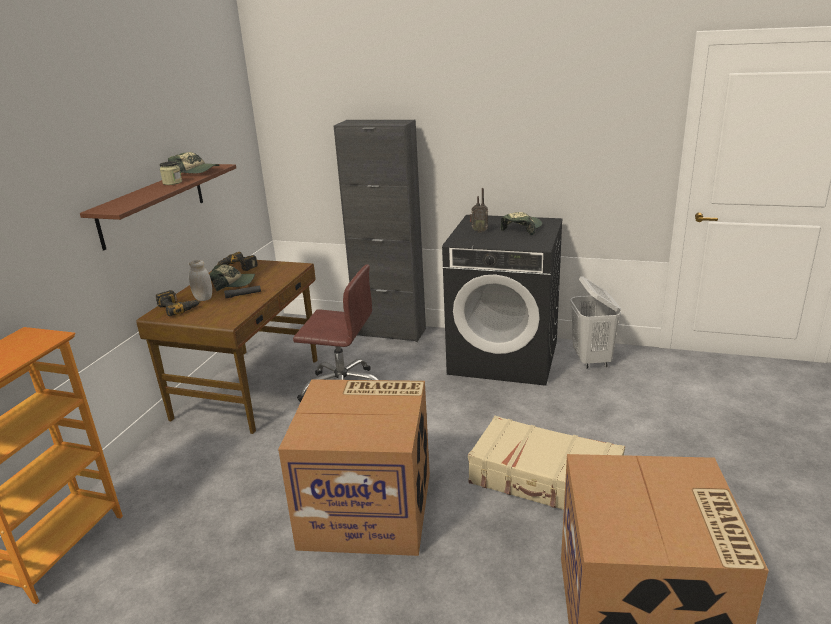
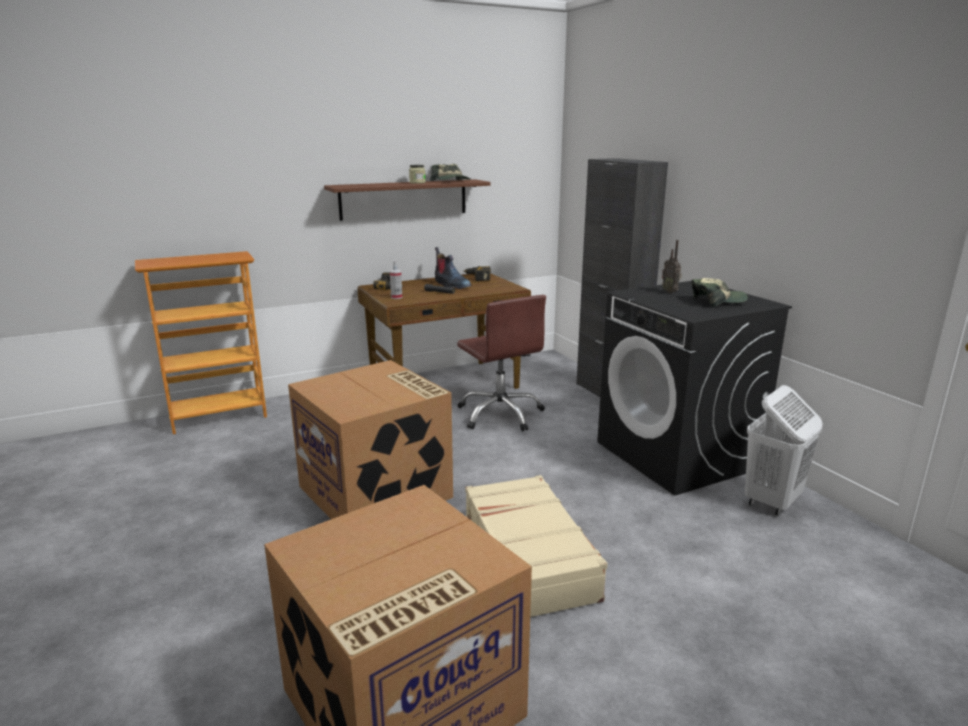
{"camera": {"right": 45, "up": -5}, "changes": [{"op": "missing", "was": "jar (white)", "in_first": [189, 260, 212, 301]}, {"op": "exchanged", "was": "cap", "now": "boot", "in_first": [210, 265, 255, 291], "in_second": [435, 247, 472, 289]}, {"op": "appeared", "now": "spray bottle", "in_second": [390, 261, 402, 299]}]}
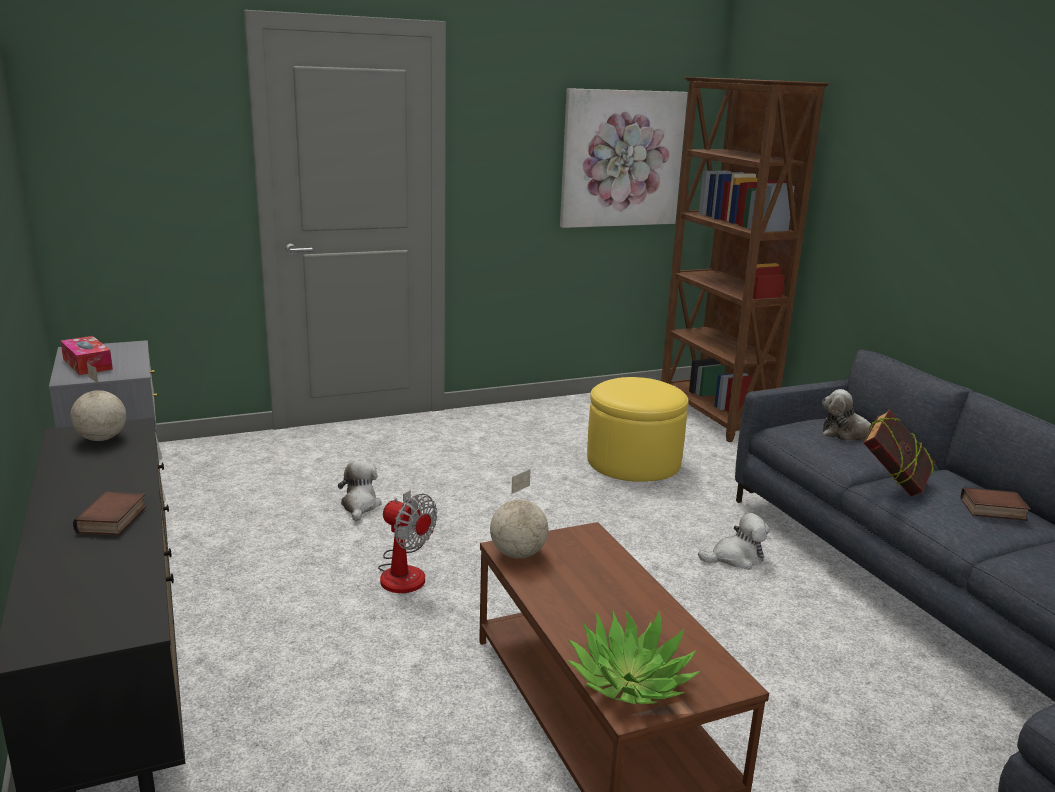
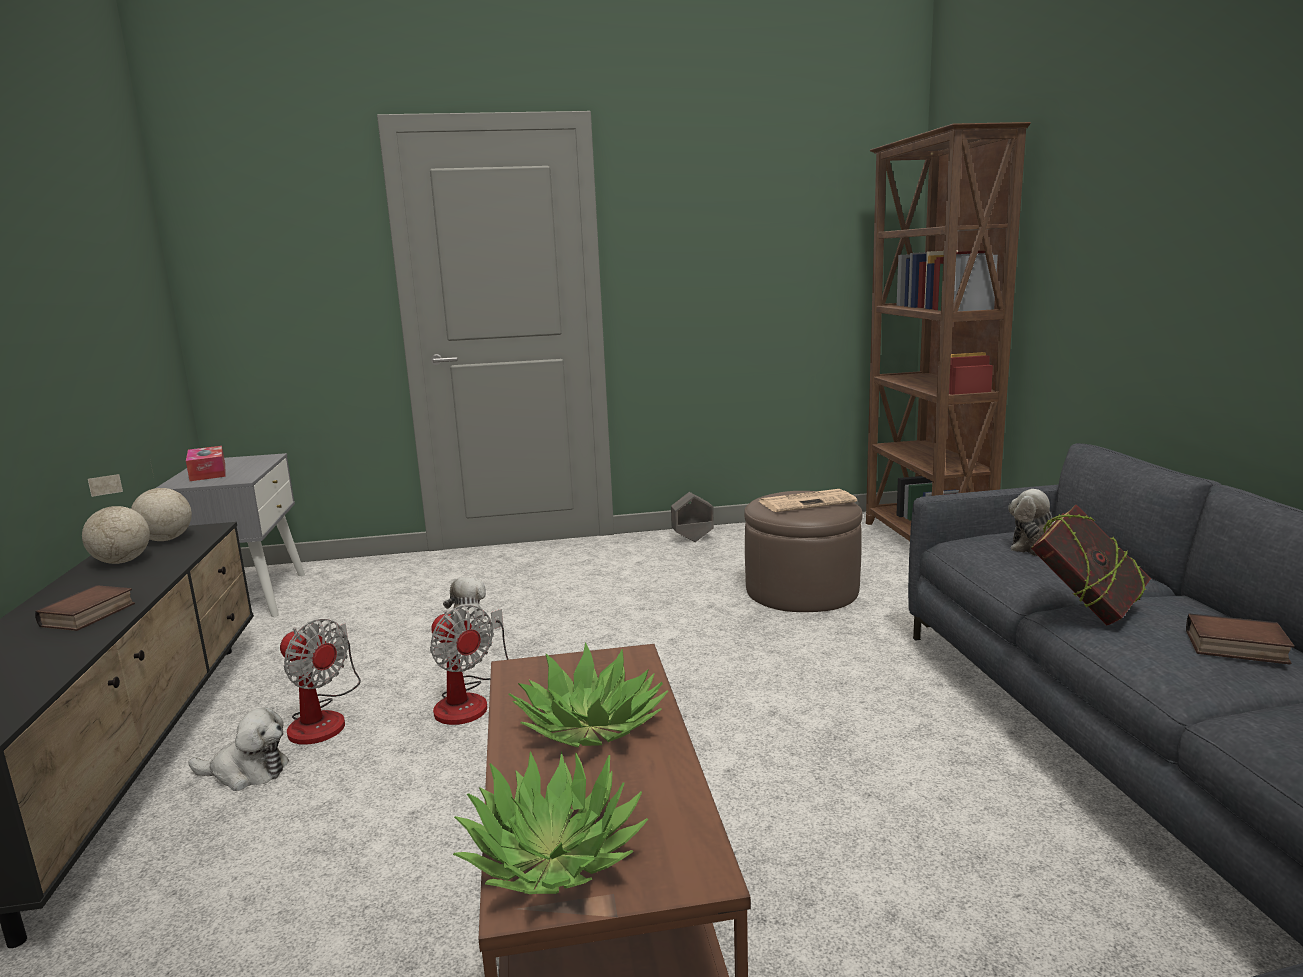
{"camera": {"right": 15, "up": -5}, "changes": [{"op": "relocated", "was": "globe", "in_first": [490, 469, 548, 559], "in_second": [82, 474, 150, 564]}, {"op": "missing", "was": "picture", "in_first": [560, 88, 688, 228]}, {"op": "colour", "was": "ottoman (yellow)", "now": "ottoman (brown)", "in_first": [587, 377, 689, 482], "in_second": [744, 491, 862, 612]}, {"op": "relocated", "was": "plush toy", "in_first": [698, 513, 770, 570], "in_second": [188, 707, 289, 791]}, {"op": "appeared", "now": "fan", "in_second": [280, 619, 361, 745]}, {"op": "appeared", "now": "potted plant", "in_second": [508, 642, 668, 747]}, {"op": "appeared", "now": "planter (grey)", "in_second": [671, 492, 714, 542]}, {"op": "appeared", "now": "newspaper", "in_second": [759, 489, 857, 512]}]}
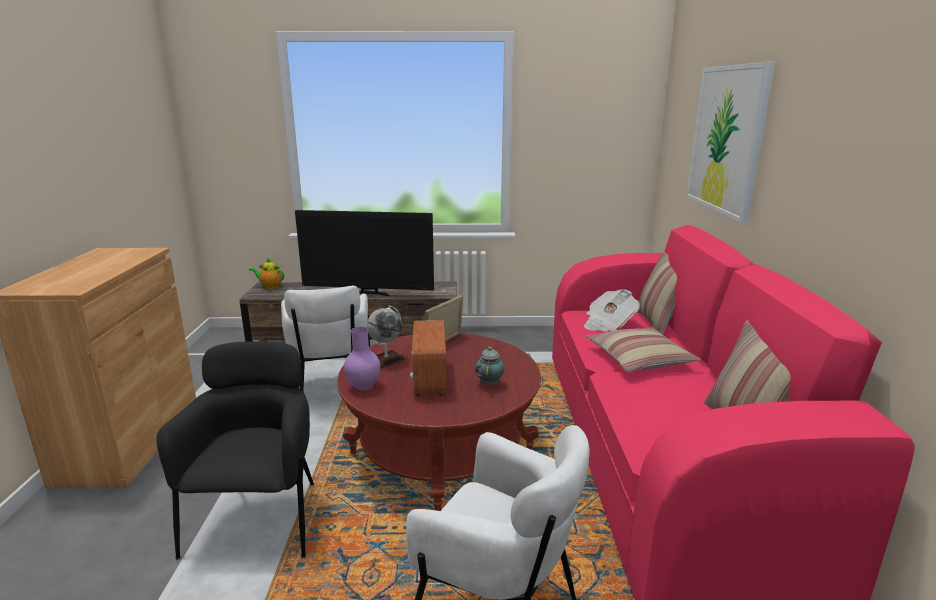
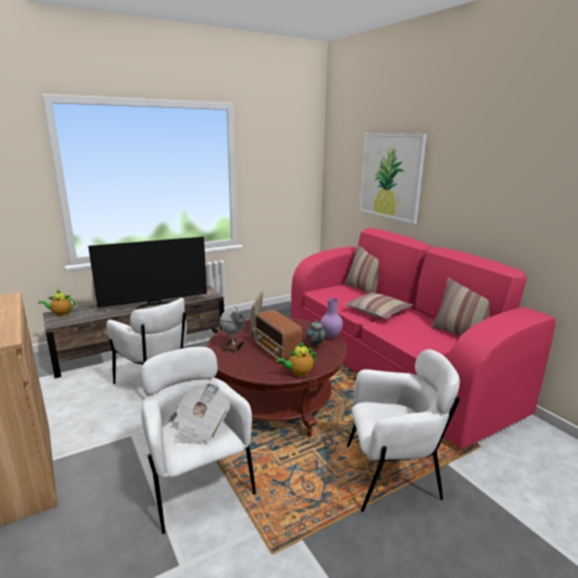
{"camera": {"right": -30, "up": 0}, "changes": [{"op": "colour", "was": "armchair (black)", "now": "armchair (white)", "in_first": [156, 341, 314, 560], "in_second": [141, 347, 256, 534]}, {"op": "relocated", "was": "vase (purple)", "in_first": [344, 327, 380, 390], "in_second": [320, 298, 343, 338]}, {"op": "relocated", "was": "newspaper", "in_first": [584, 289, 640, 332], "in_second": [174, 383, 230, 444]}, {"op": "appeared", "now": "teapot", "in_second": [276, 341, 317, 377]}]}
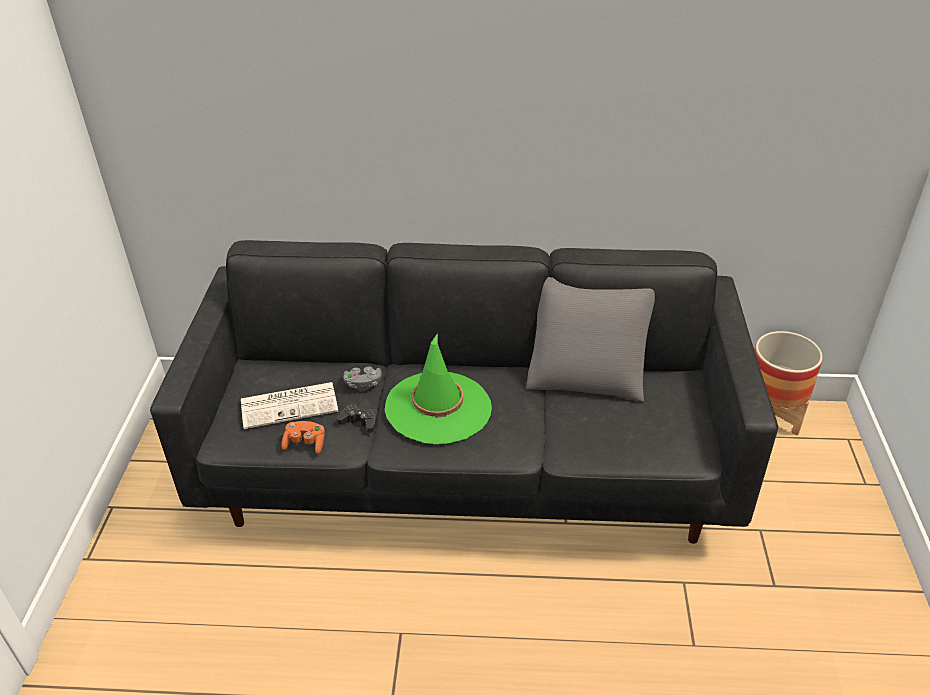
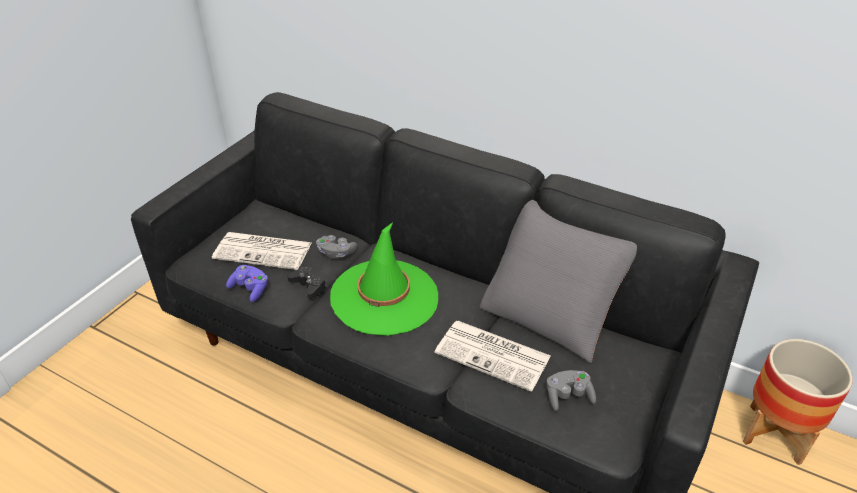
{"camera": {"right": 25, "up": 0}, "changes": [{"op": "colour", "was": "game controller (orange)", "now": "game controller (purple)", "in_first": [281, 421, 325, 455], "in_second": [226, 265, 268, 302]}, {"op": "appeared", "now": "newspaper", "in_second": [435, 321, 551, 392]}, {"op": "appeared", "now": "game controller (grey)", "in_second": [546, 370, 596, 411]}]}
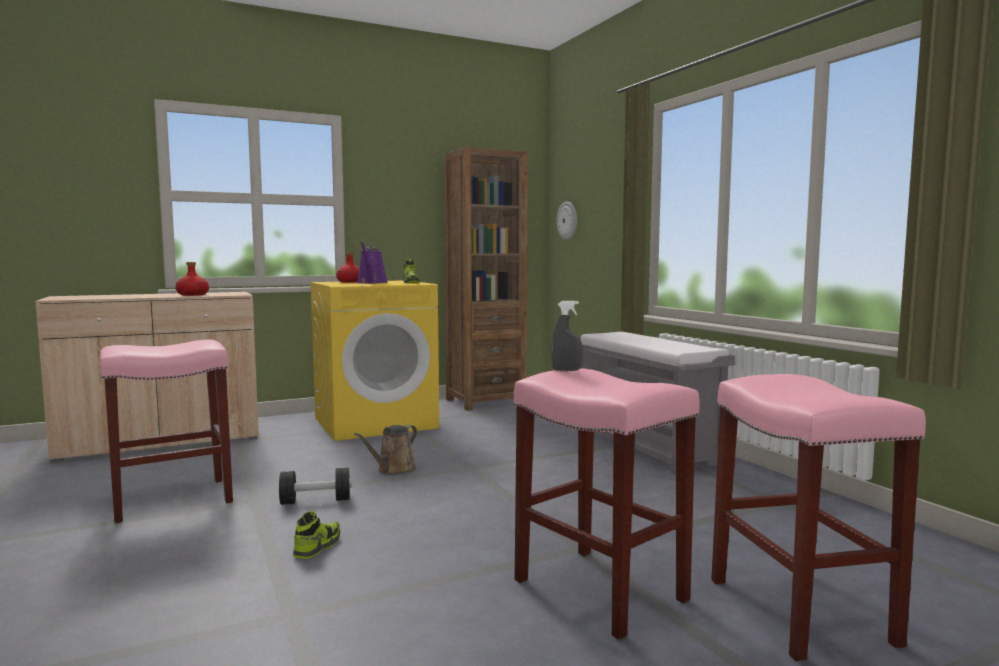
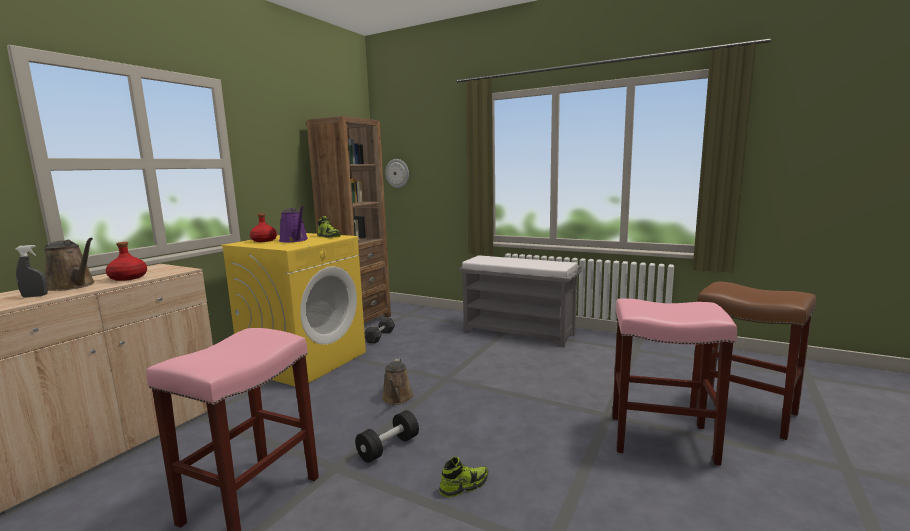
{"camera": {"right": -35, "up": 5}, "changes": [{"op": "spun", "was": "shoe", "in_first": [293, 511, 340, 559], "in_second": [439, 457, 488, 497], "clockwise": 75}, {"op": "relocated", "was": "spray bottle (grey)", "in_first": [551, 301, 582, 371], "in_second": [15, 245, 48, 298]}, {"op": "colour", "was": "stool (pink)", "now": "stool (brown)", "in_first": [711, 374, 926, 661], "in_second": [690, 282, 816, 440]}, {"op": "appeared", "now": "watering can (brown)", "in_second": [44, 238, 95, 291]}, {"op": "appeared", "now": "dumbbell (grey)", "in_second": [365, 317, 395, 344]}]}
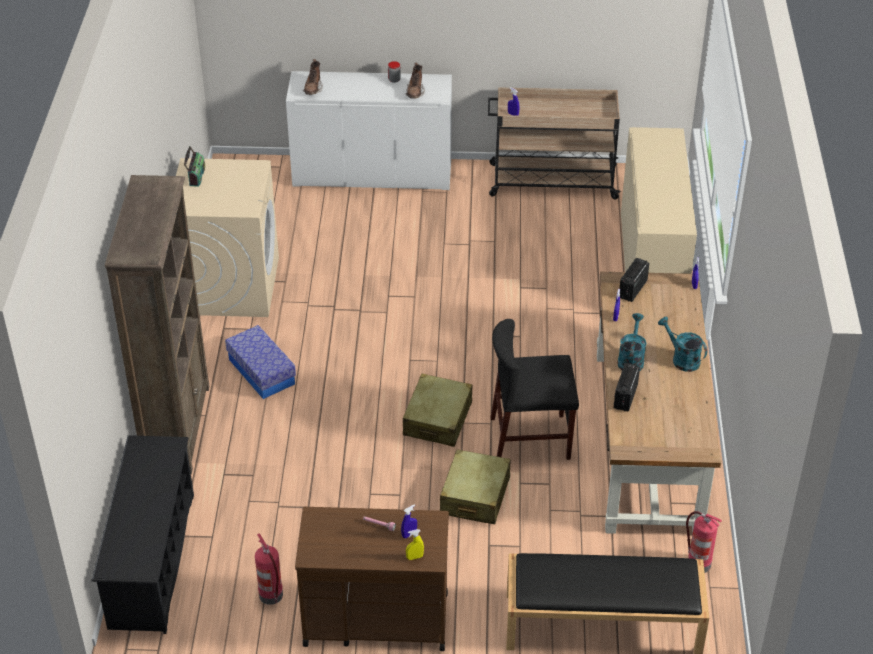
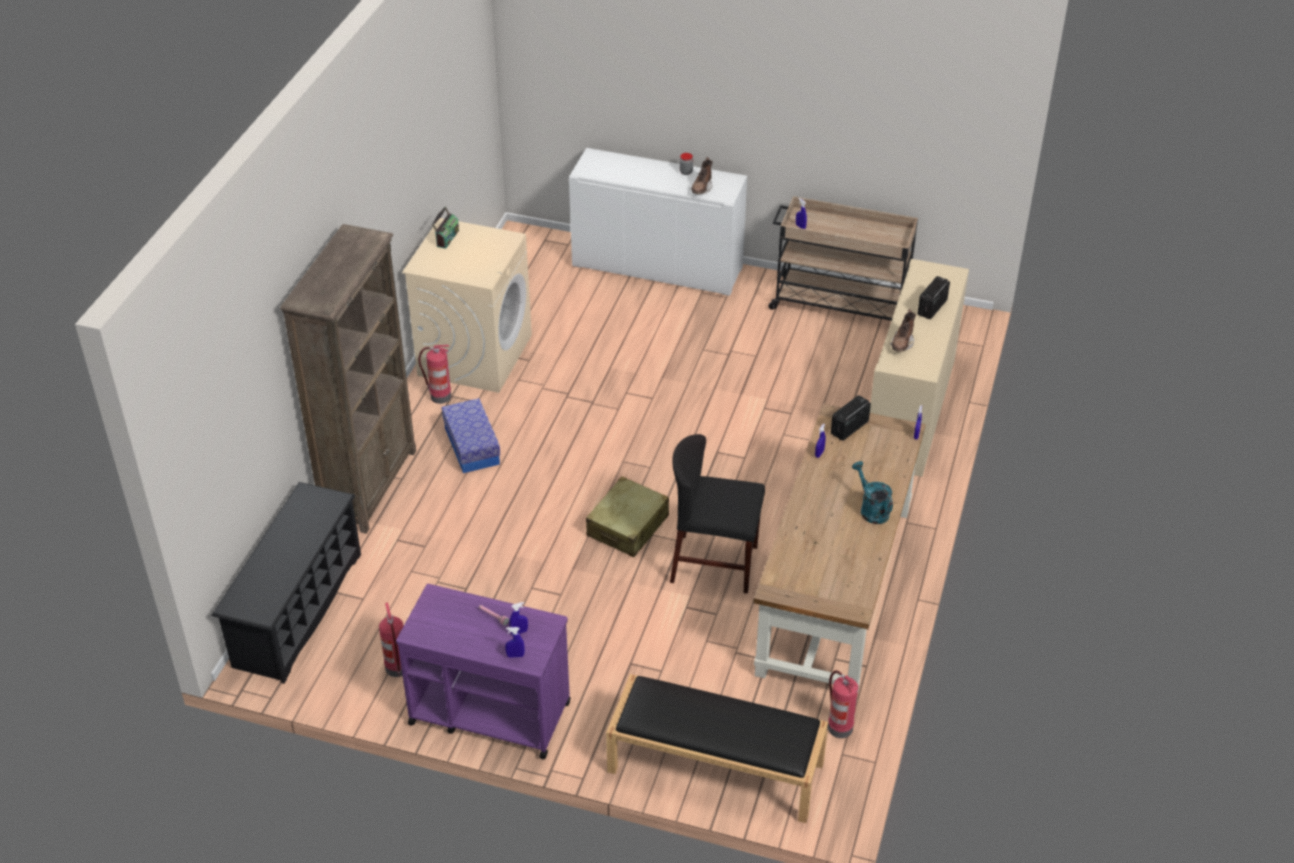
{"camera": {"right": 15, "up": 0}, "changes": [{"op": "colour", "was": "cart (brown)", "now": "cart (purple)", "in_first": [295, 507, 449, 651], "in_second": [396, 584, 571, 759]}, {"op": "relocated", "was": "boot (brown)", "in_first": [303, 59, 323, 95], "in_second": [890, 309, 916, 352]}, {"op": "colour", "was": "spray bottle (yellow)", "now": "spray bottle (blue)", "in_first": [406, 529, 424, 560], "in_second": [505, 627, 525, 658]}, {"op": "missing", "was": "suitcase (beige)", "in_first": [440, 449, 510, 524]}, {"op": "relocated", "was": "radio", "in_first": [613, 363, 640, 412], "in_second": [917, 276, 950, 320]}, {"op": "missing", "was": "watering can (turquoise)", "in_first": [617, 313, 646, 371]}, {"op": "appeared", "now": "fire extinguisher", "in_second": [419, 345, 451, 404]}]}
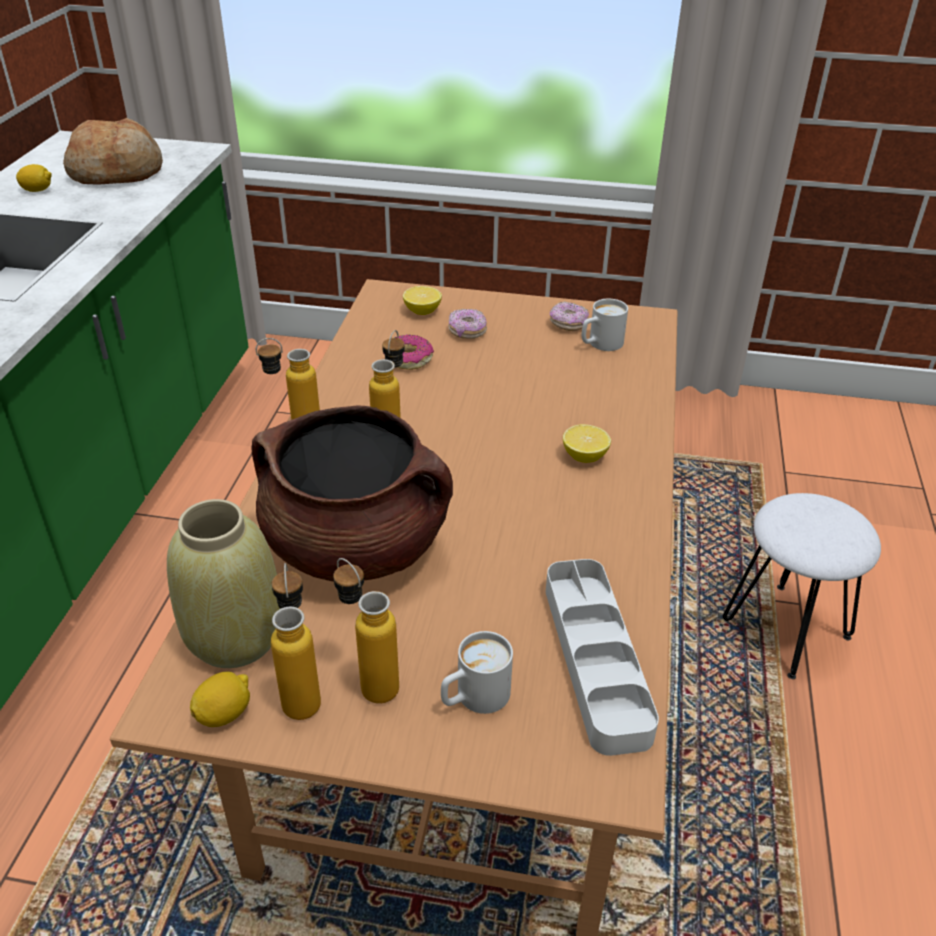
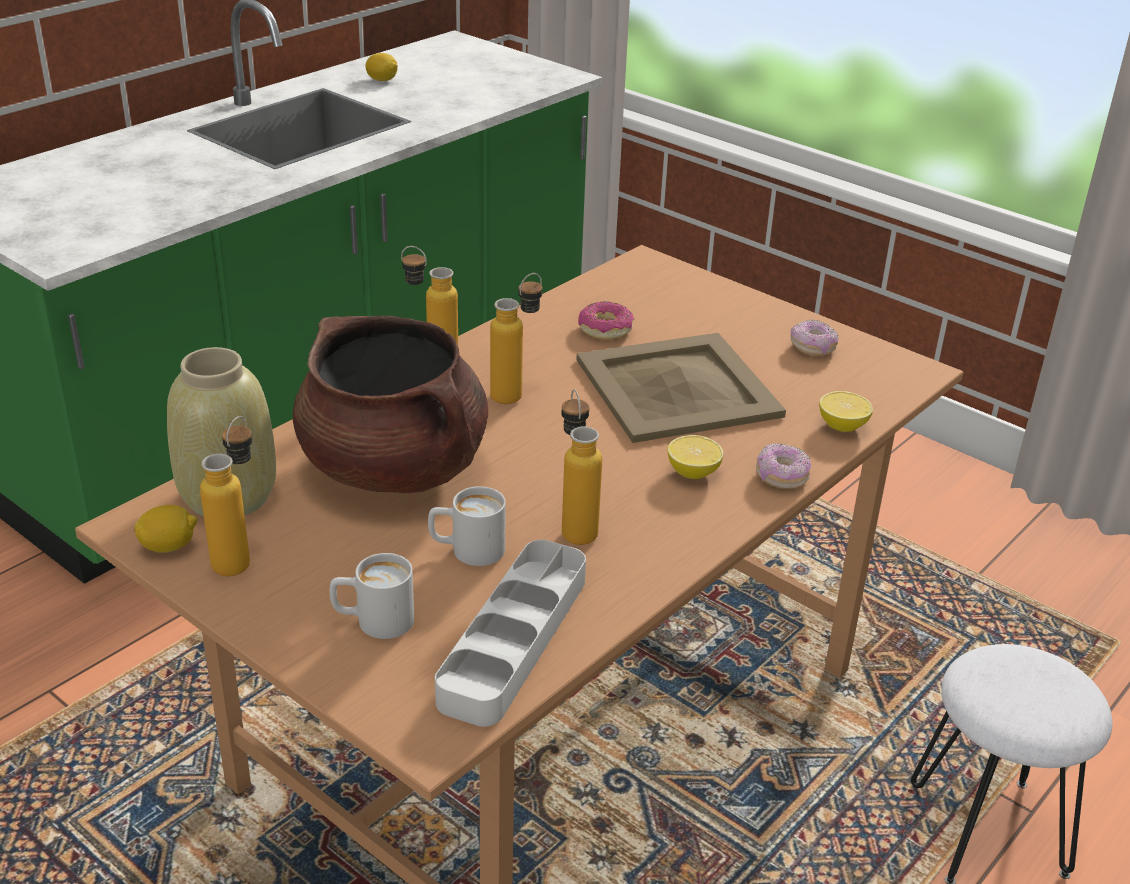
{"camera": {"right": 30, "up": -5}, "changes": [{"op": "missing", "was": "bread", "in_first": [63, 118, 163, 185]}, {"op": "relocated", "was": "bottle", "in_first": [333, 558, 399, 704], "in_second": [562, 389, 602, 545]}, {"op": "relocated", "was": "lemon", "in_first": [403, 286, 442, 315], "in_second": [819, 391, 873, 432]}, {"op": "relocated", "was": "donut", "in_first": [448, 309, 487, 339], "in_second": [756, 443, 811, 489]}, {"op": "relocated", "was": "mug (white)", "in_first": [582, 299, 628, 351], "in_second": [428, 486, 506, 566]}, {"op": "appeared", "now": "tray (beige)", "in_second": [577, 333, 786, 443]}]}
